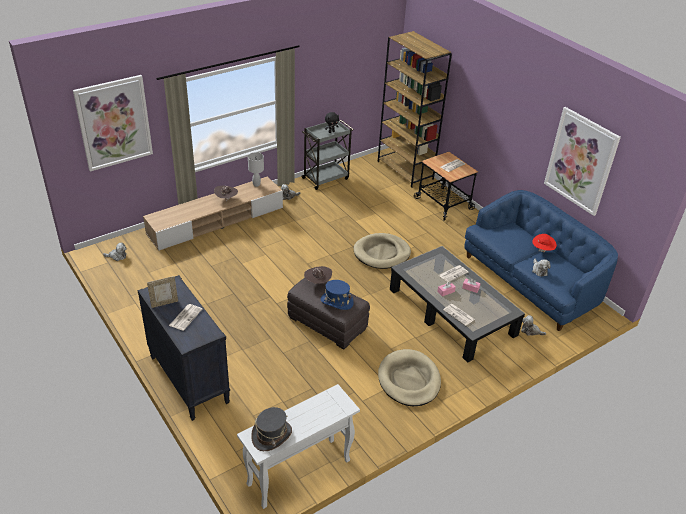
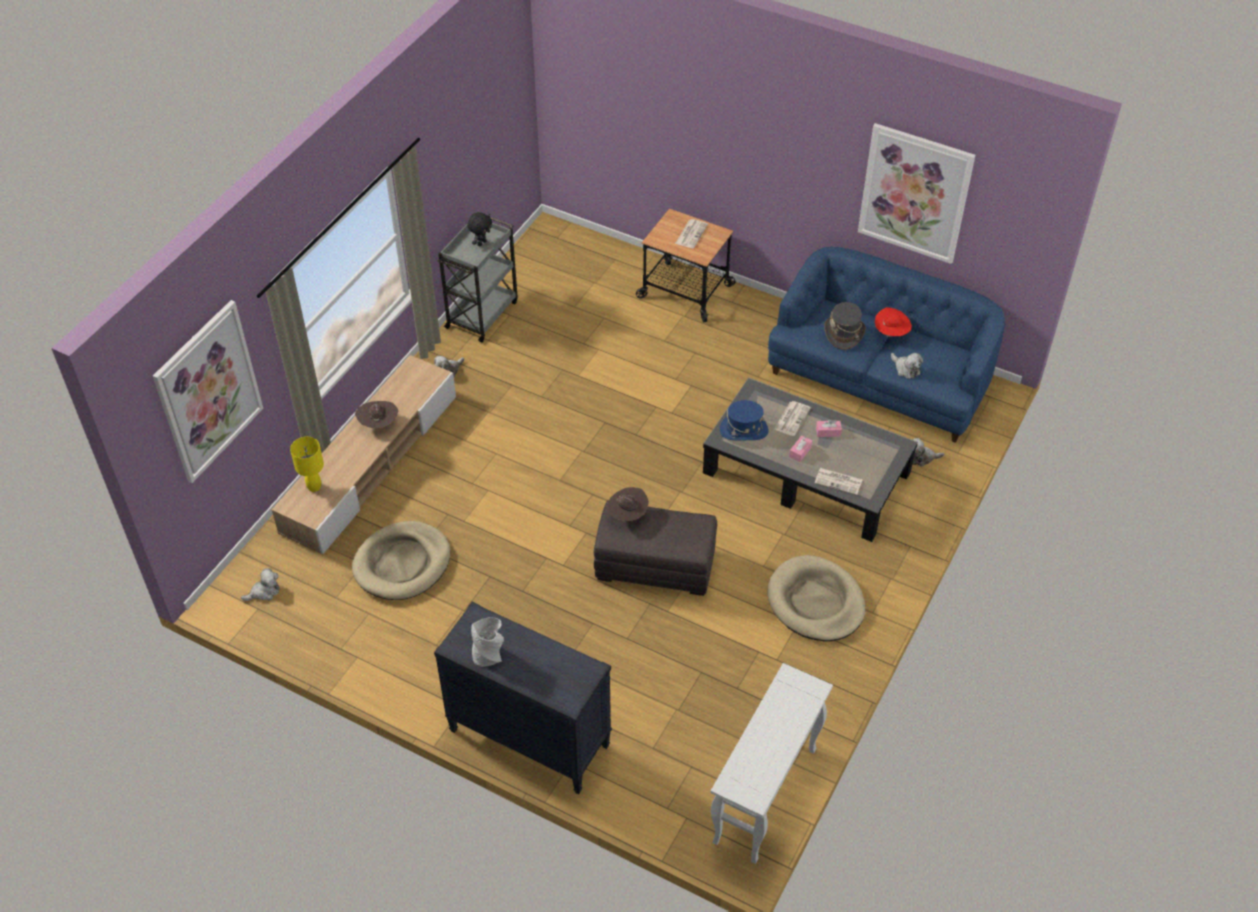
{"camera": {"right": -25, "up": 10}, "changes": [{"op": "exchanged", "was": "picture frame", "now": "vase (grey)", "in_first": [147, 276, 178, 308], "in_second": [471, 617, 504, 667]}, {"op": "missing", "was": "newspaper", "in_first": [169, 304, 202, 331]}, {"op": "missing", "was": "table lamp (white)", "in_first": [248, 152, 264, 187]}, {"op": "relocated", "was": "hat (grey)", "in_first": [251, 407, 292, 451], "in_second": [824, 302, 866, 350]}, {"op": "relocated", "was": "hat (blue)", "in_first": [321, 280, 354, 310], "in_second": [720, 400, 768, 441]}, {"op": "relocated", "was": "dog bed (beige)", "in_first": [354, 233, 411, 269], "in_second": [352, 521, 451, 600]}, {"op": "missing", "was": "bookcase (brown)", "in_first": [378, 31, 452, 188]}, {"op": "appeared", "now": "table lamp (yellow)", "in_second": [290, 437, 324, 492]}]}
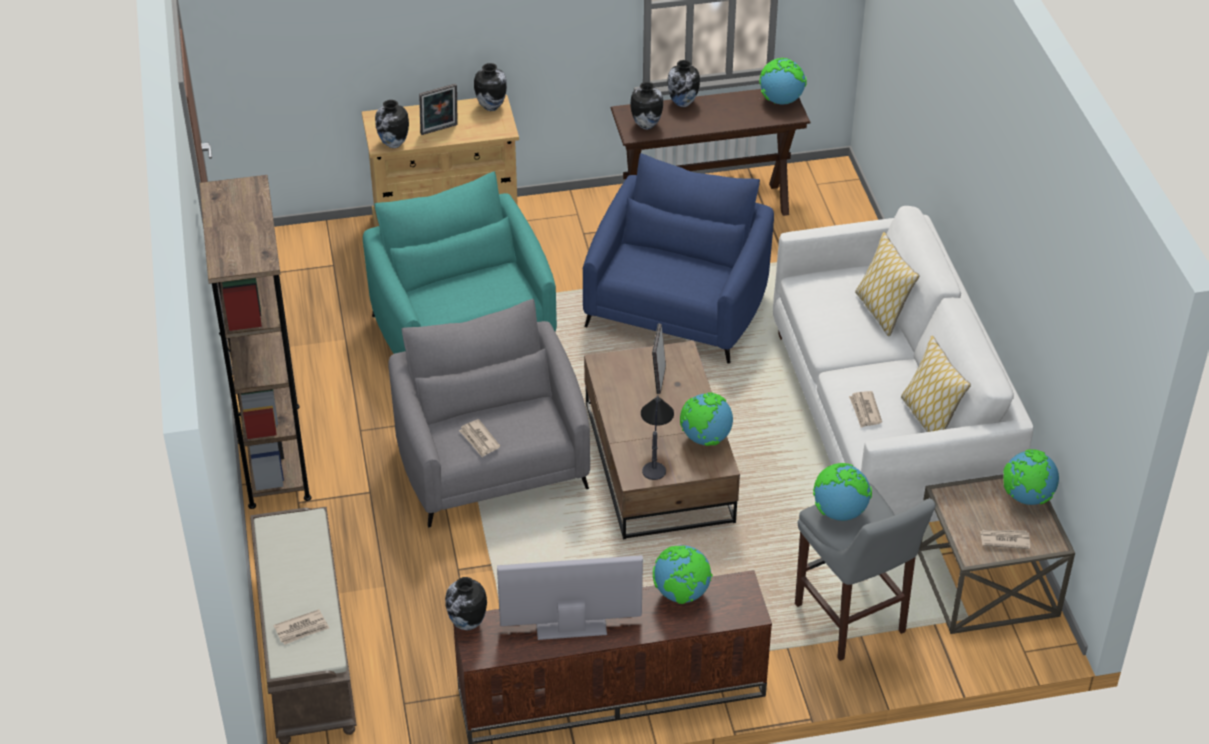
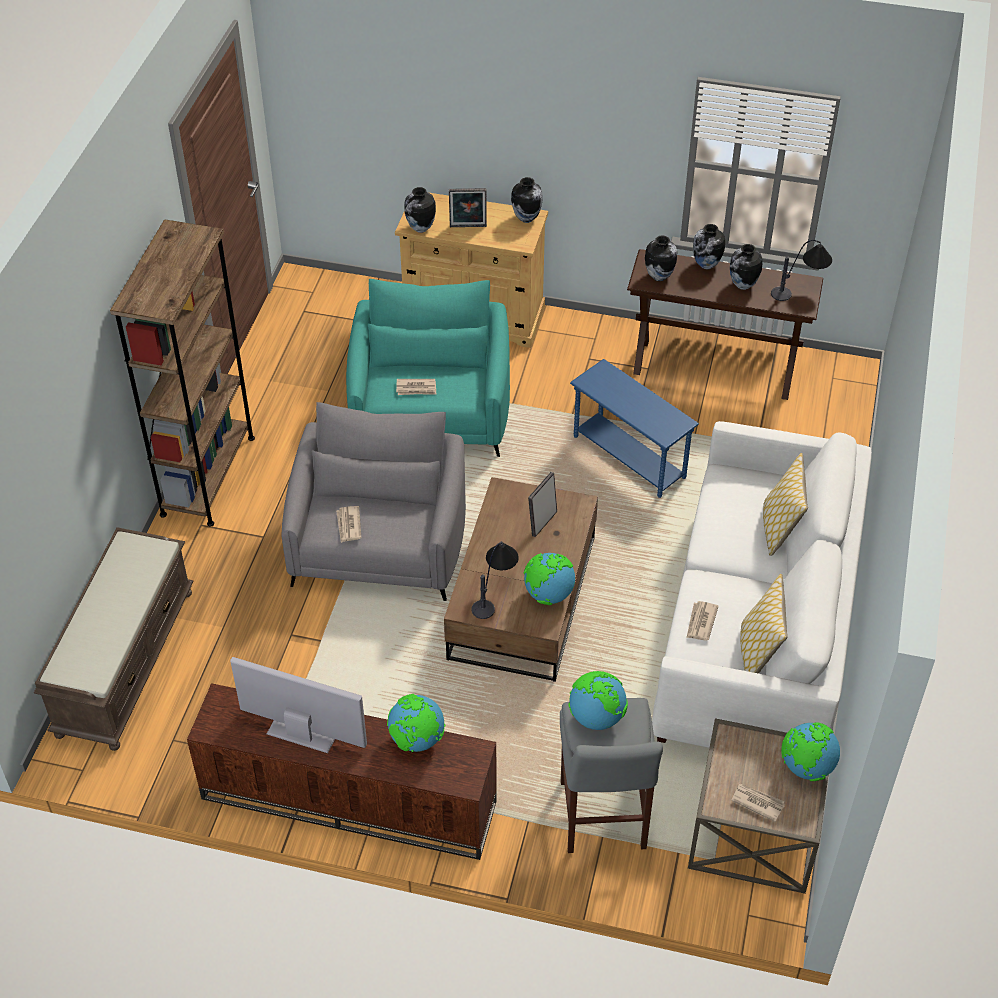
{"camera": {"right": 25, "up": 5}, "changes": [{"op": "relocated", "was": "newspaper", "in_first": [273, 609, 329, 645], "in_second": [396, 379, 437, 395]}, {"op": "relocated", "was": "vase", "in_first": [445, 577, 487, 630], "in_second": [730, 244, 763, 290]}, {"op": "exchanged", "was": "armchair (blue)", "now": "side table (blue)", "in_first": [583, 153, 774, 364], "in_second": [570, 359, 699, 498]}, {"op": "exchanged", "was": "globe", "now": "table lamp", "in_first": [759, 58, 807, 104], "in_second": [771, 240, 832, 301]}]}
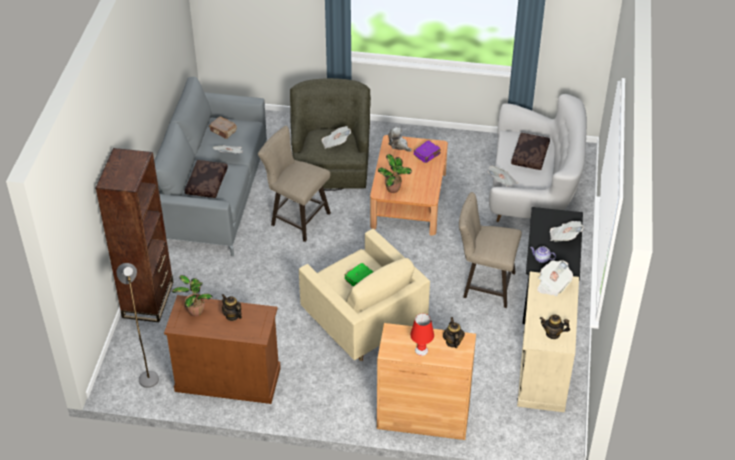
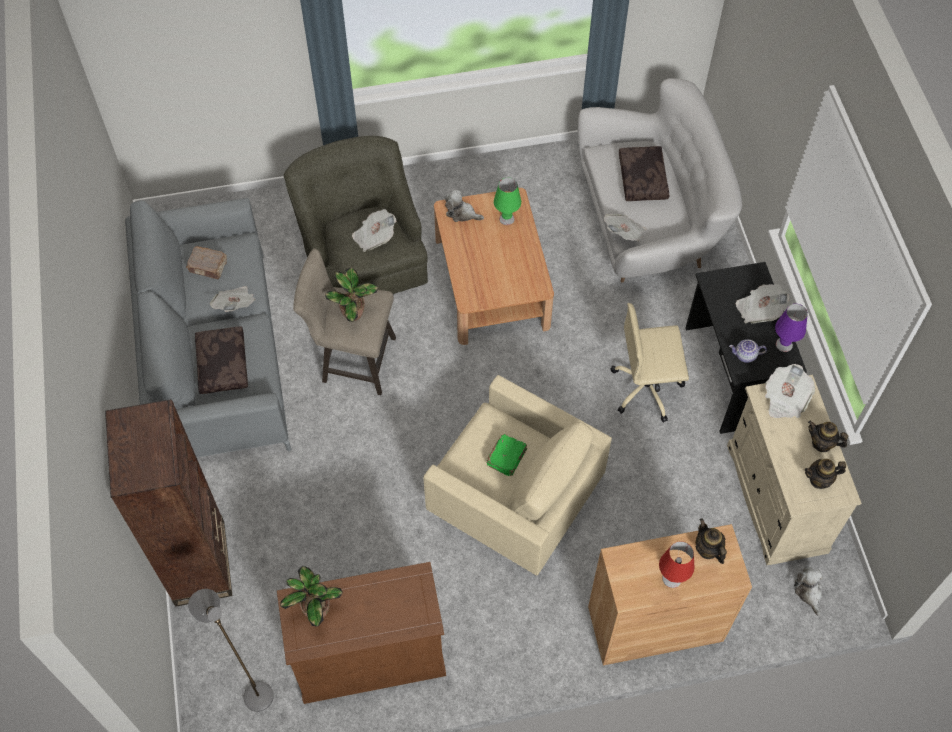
{"camera": {"right": -20, "up": 15}, "changes": [{"op": "relocated", "was": "teapot", "in_first": [222, 294, 242, 321], "in_second": [808, 420, 848, 452]}, {"op": "relocated", "was": "potted plant", "in_first": [378, 154, 412, 193], "in_second": [325, 267, 378, 322]}, {"op": "exchanged", "was": "book (purple)", "now": "table lamp (green)", "in_first": [414, 141, 441, 163], "in_second": [494, 178, 521, 225]}, {"op": "exchanged", "was": "stool (beige)", "now": "office chair (beige)", "in_first": [459, 192, 522, 308], "in_second": [611, 303, 689, 423]}, {"op": "appeared", "now": "table lamp (purple)", "in_second": [775, 304, 808, 352]}, {"op": "appeared", "now": "plush toy", "in_second": [794, 567, 823, 616]}]}
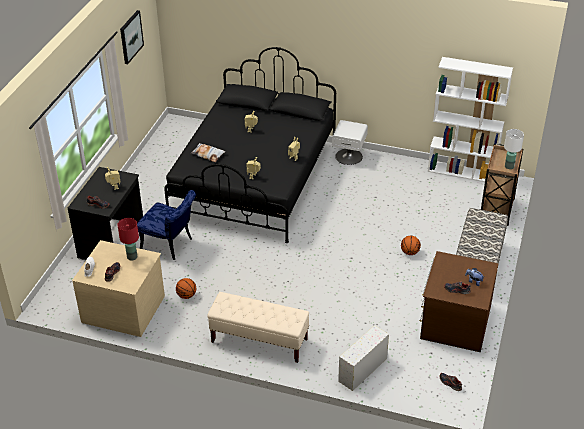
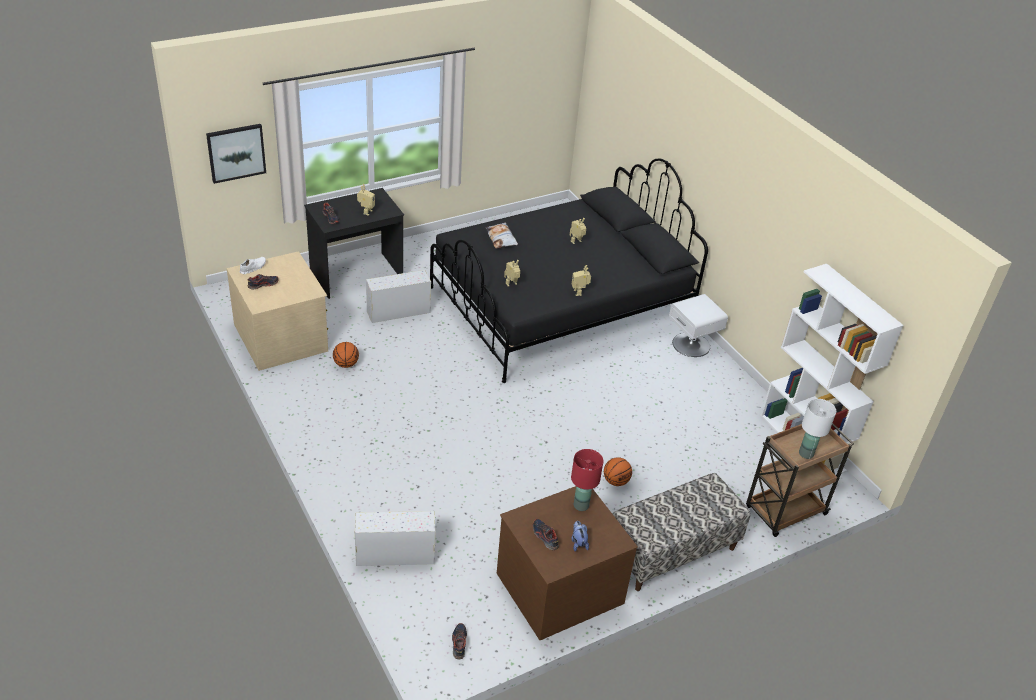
{"camera": {"right": 40, "up": 0}, "changes": [{"op": "relocated", "was": "table lamp (red)", "in_first": [117, 218, 139, 261], "in_second": [571, 449, 603, 511]}, {"op": "relocated", "was": "picture", "in_first": [120, 10, 144, 64], "in_second": [206, 124, 266, 184]}, {"op": "exchanged", "was": "chair (blue)", "now": "storage box (white)", "in_first": [137, 190, 196, 260], "in_second": [366, 270, 431, 323]}, {"op": "missing", "was": "bench (beige)", "in_first": [208, 292, 309, 363]}]}
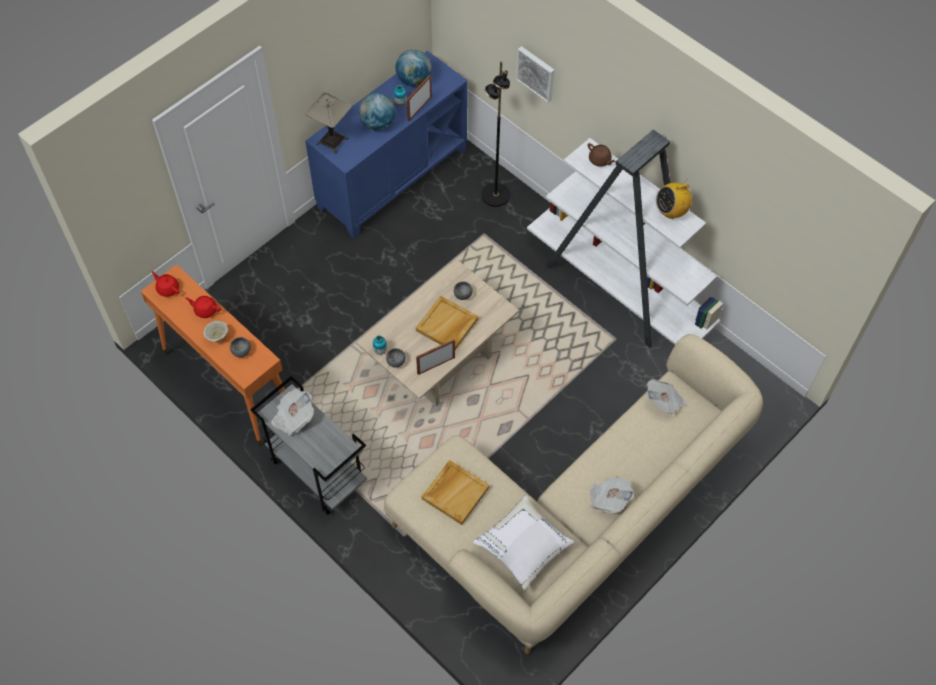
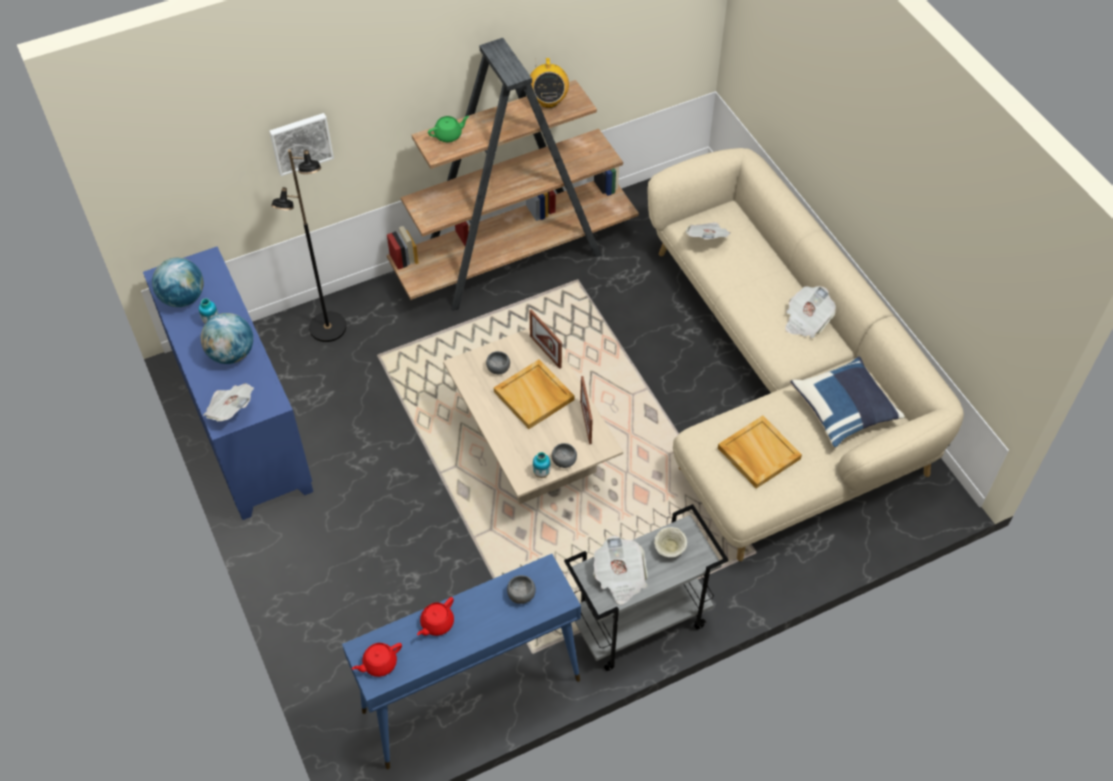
{"camera": {"right": -70, "up": -5}, "changes": [{"op": "colour", "was": "console table (orange)", "now": "console table (blue)", "in_first": [141, 264, 285, 447], "in_second": [342, 554, 581, 769]}, {"op": "relocated", "was": "bowl (beige)", "in_first": [203, 321, 228, 342], "in_second": [654, 527, 687, 557]}, {"op": "exchanged", "was": "table lamp", "now": "newspaper", "in_first": [305, 92, 352, 154], "in_second": [203, 383, 254, 421]}, {"op": "relocated", "was": "picture frame", "in_first": [407, 75, 432, 121], "in_second": [529, 310, 562, 369]}, {"op": "colour", "was": "pillow (white)", "now": "pillow (blue)", "in_first": [473, 494, 574, 590], "in_second": [790, 356, 904, 448]}, {"op": "colour", "was": "bookcase (white)", "now": "bookcase (brown)", "in_first": [527, 129, 723, 348], "in_second": [387, 38, 639, 311]}, {"op": "colour", "was": "teapot (brown)", "now": "teapot (green)", "in_first": [588, 143, 616, 167], "in_second": [428, 116, 469, 142]}]}
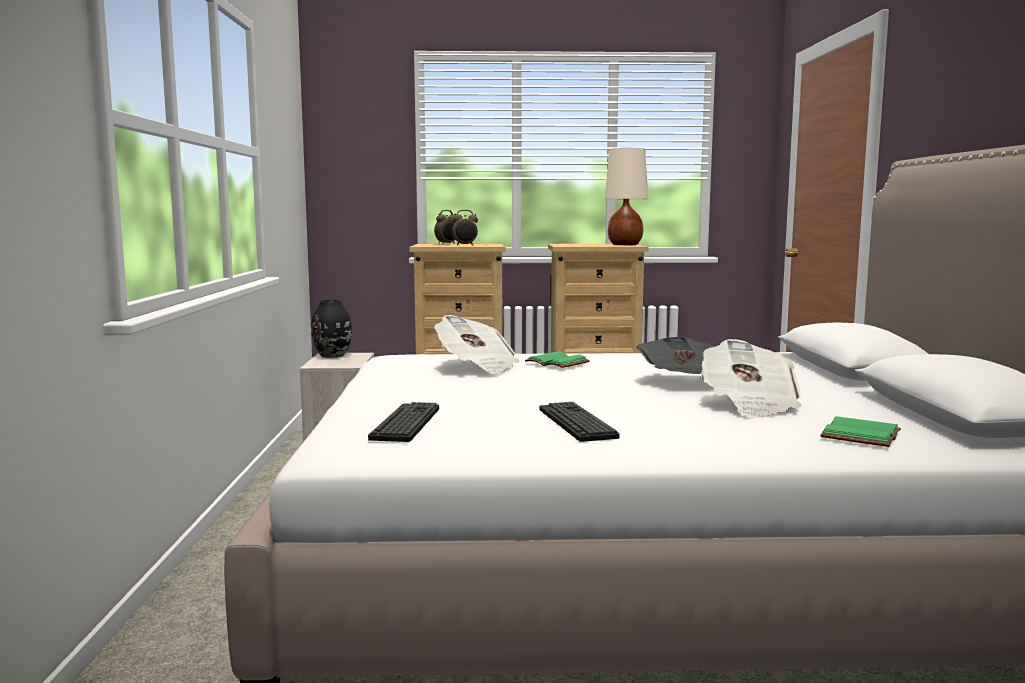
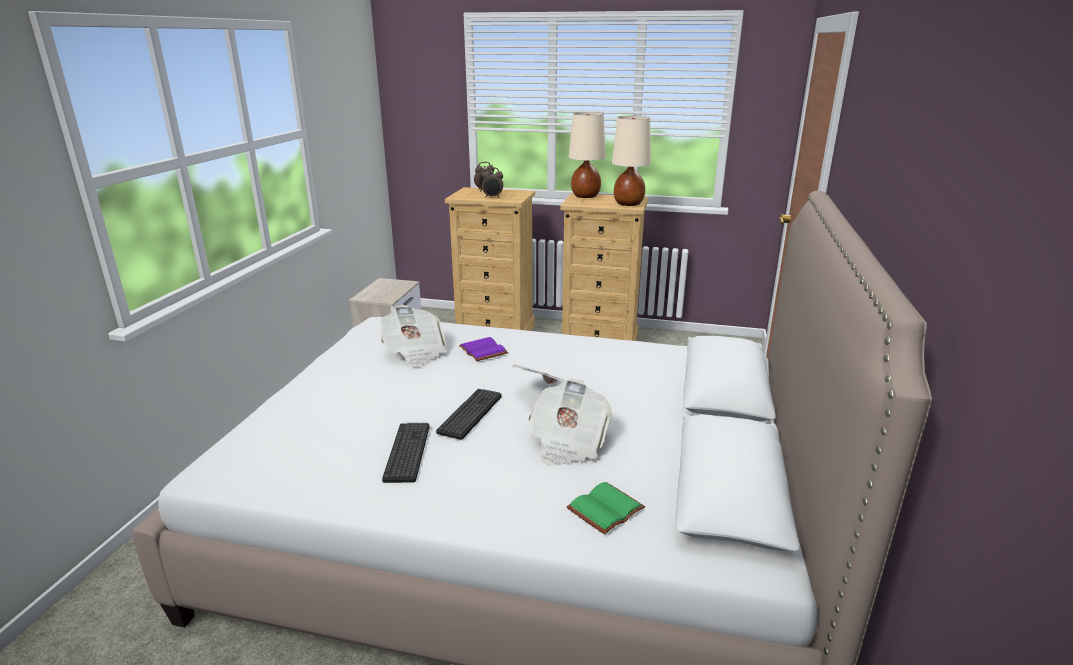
{"camera": {"right": 15, "up": 15}, "changes": [{"op": "missing", "was": "vase (black)", "in_first": [311, 300, 352, 358]}, {"op": "relocated", "was": "keyboard", "in_first": [368, 402, 439, 442], "in_second": [436, 389, 502, 440]}, {"op": "colour", "was": "book (green)", "now": "book (purple)", "in_first": [525, 352, 590, 368], "in_second": [459, 337, 508, 361]}, {"op": "appeared", "now": "table lamp (beige)", "in_second": [569, 112, 605, 198]}]}
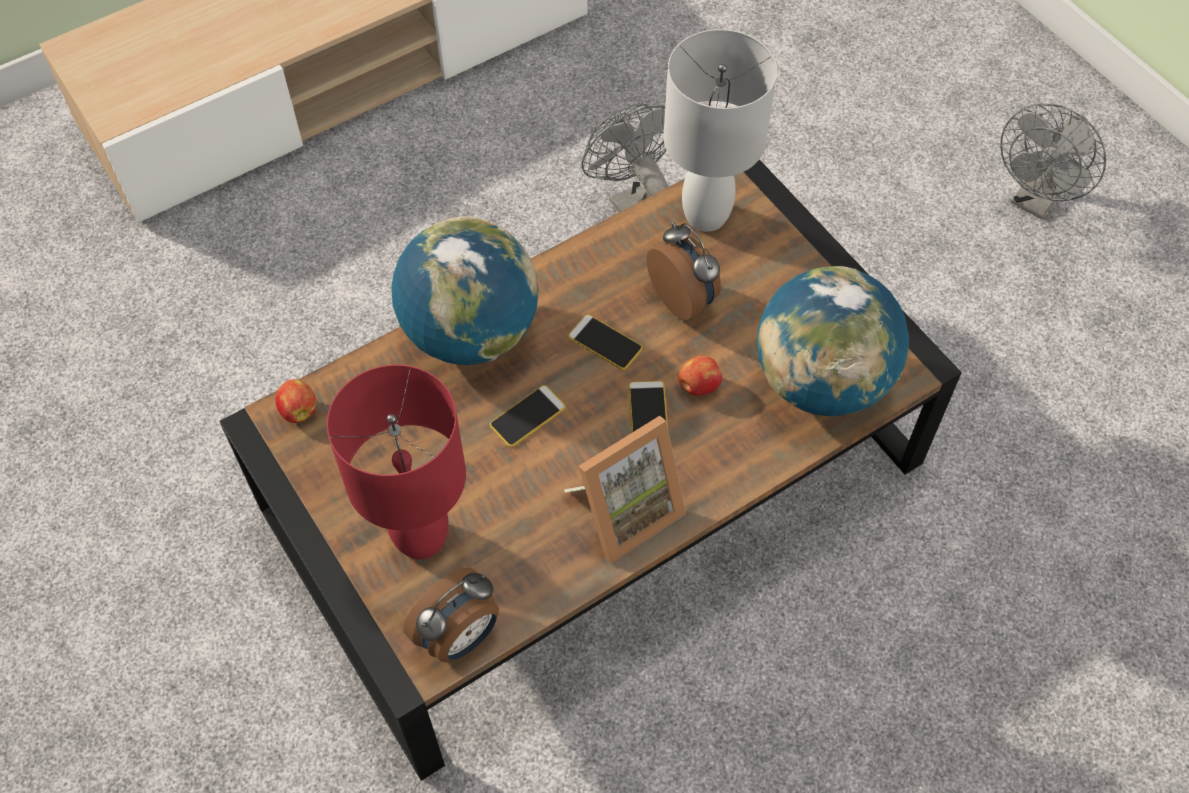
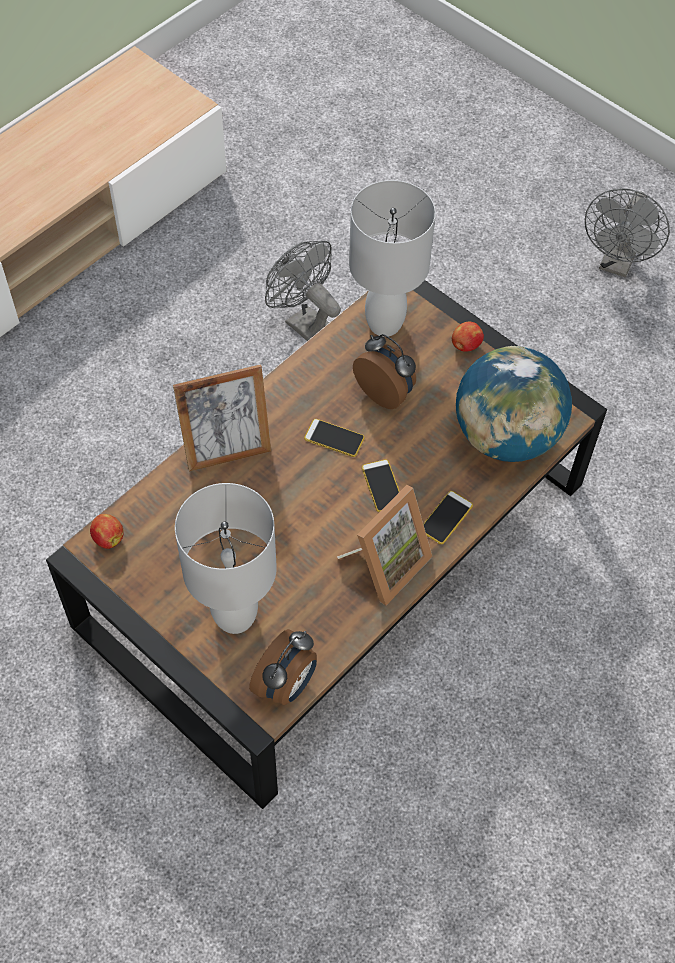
{"camera": {"right": -15, "up": 0}, "changes": [{"op": "colour", "was": "table lamp (red)", "now": "table lamp (white)", "in_first": [327, 365, 466, 559], "in_second": [175, 483, 277, 634]}, {"op": "exchanged", "was": "globe", "now": "picture frame", "in_first": [391, 217, 538, 365], "in_second": [173, 364, 271, 471]}, {"op": "relocated", "was": "phone", "in_first": [490, 385, 566, 447], "in_second": [423, 491, 473, 544]}, {"op": "relocated", "was": "apple", "in_first": [678, 356, 722, 396], "in_second": [452, 321, 484, 352]}]}
